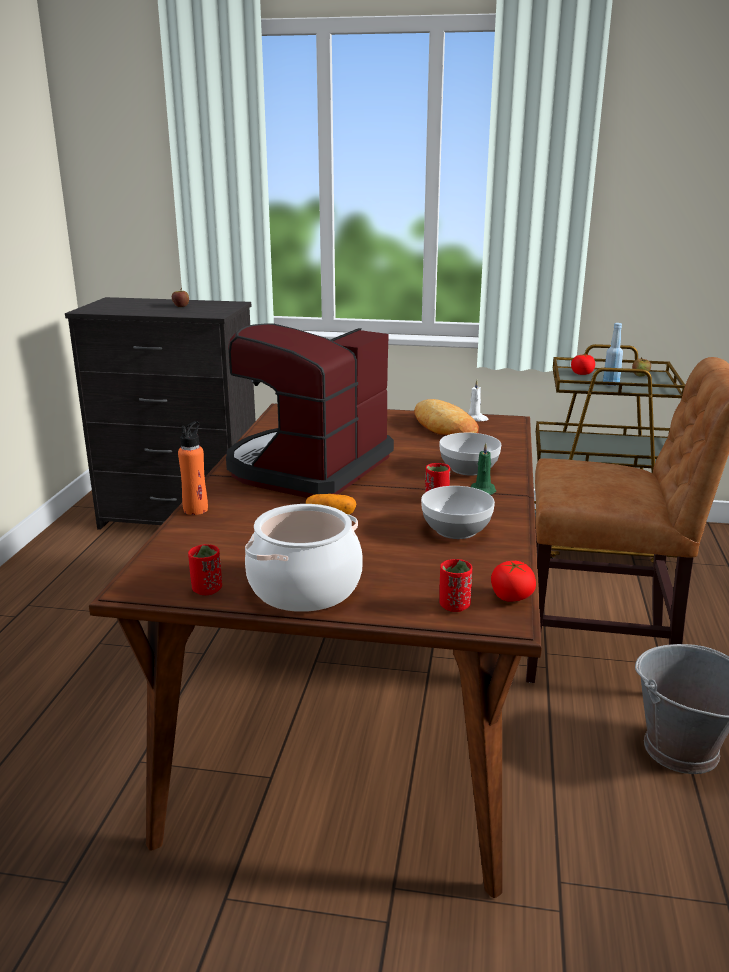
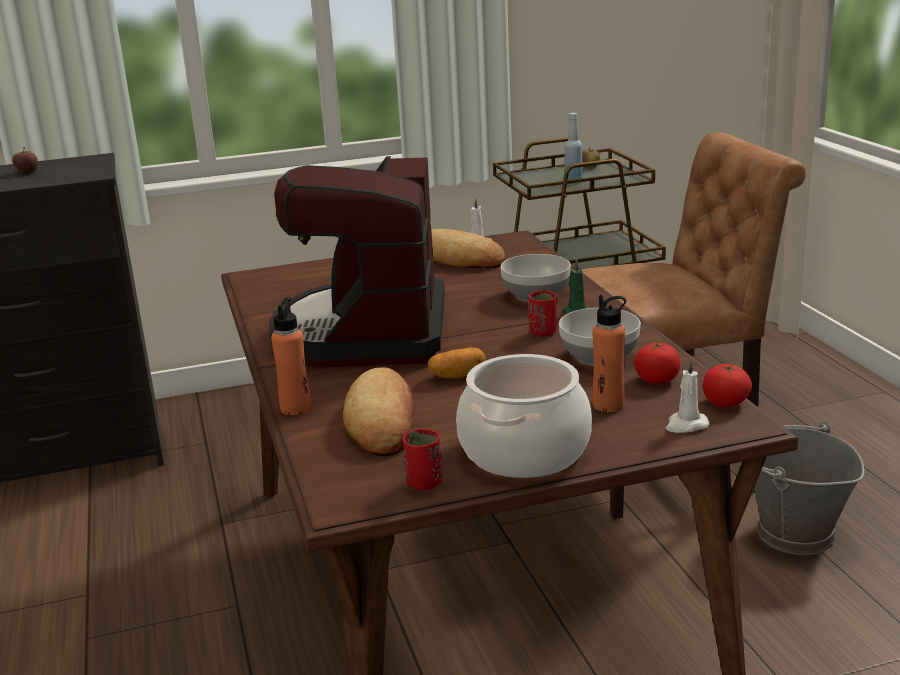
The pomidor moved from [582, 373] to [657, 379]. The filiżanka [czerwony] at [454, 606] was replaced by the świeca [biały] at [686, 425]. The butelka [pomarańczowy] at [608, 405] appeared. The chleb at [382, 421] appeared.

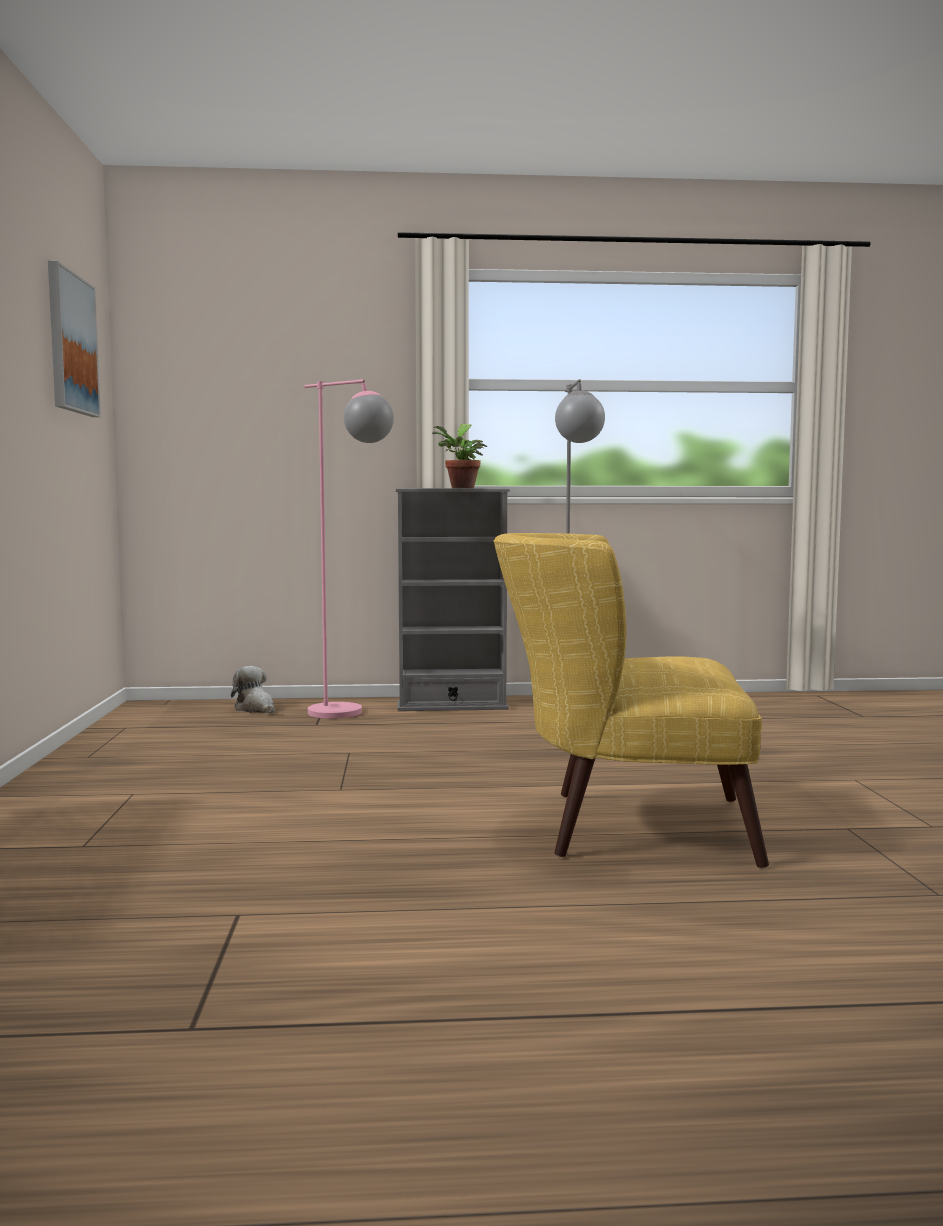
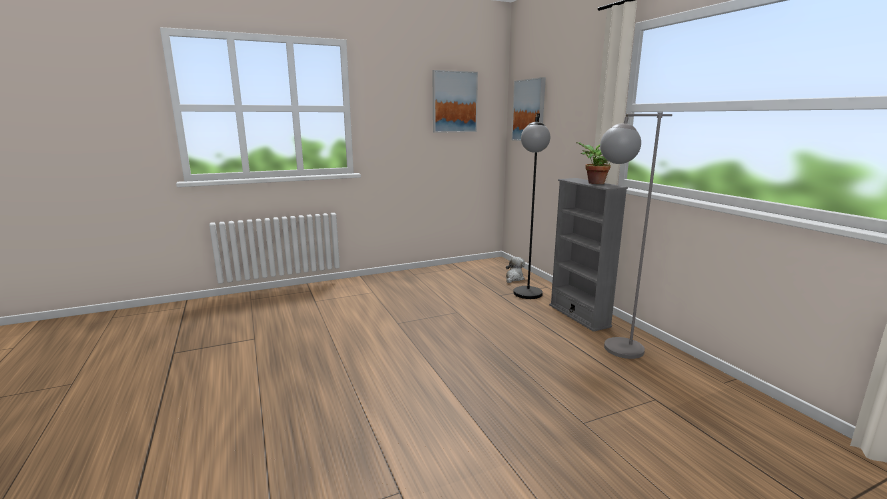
The lampa stojąca [różowy] at [350, 715] became the lampa stojąca [czarny] at [527, 297]. The fotel [żółty] at [622, 825] disappeared. The obraz at [529, 110] appeared.

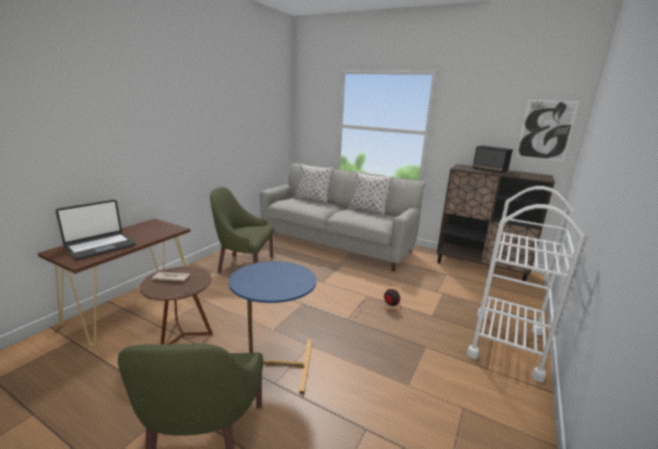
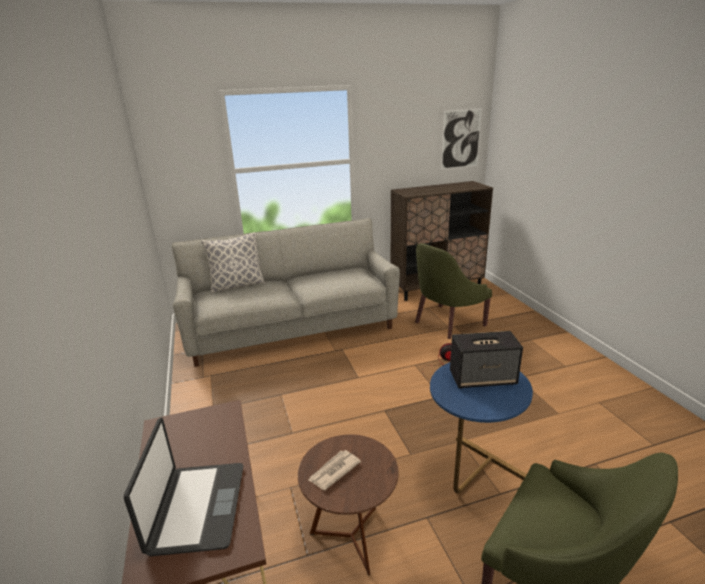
The głośnik moved from [490, 170] to [483, 378]. The poduszka at [368, 210] disappeared. The wózek [biały] at [506, 343] disappeared. The fotel [zielony] moved from [244, 265] to [446, 323].

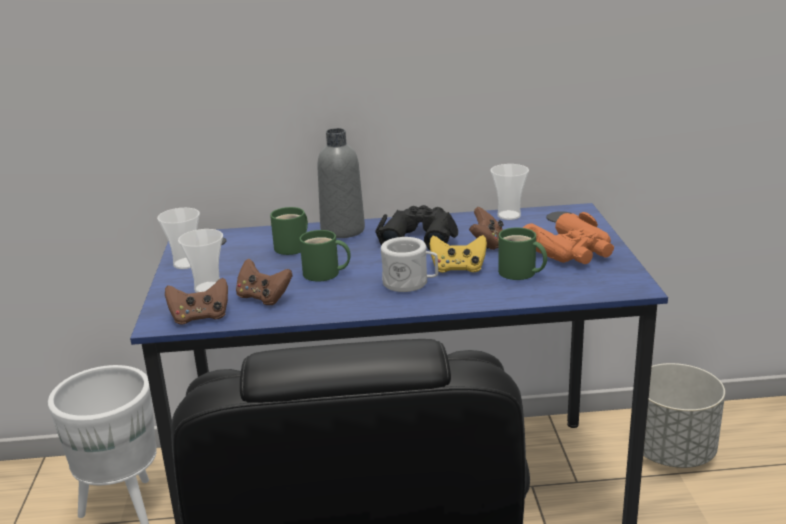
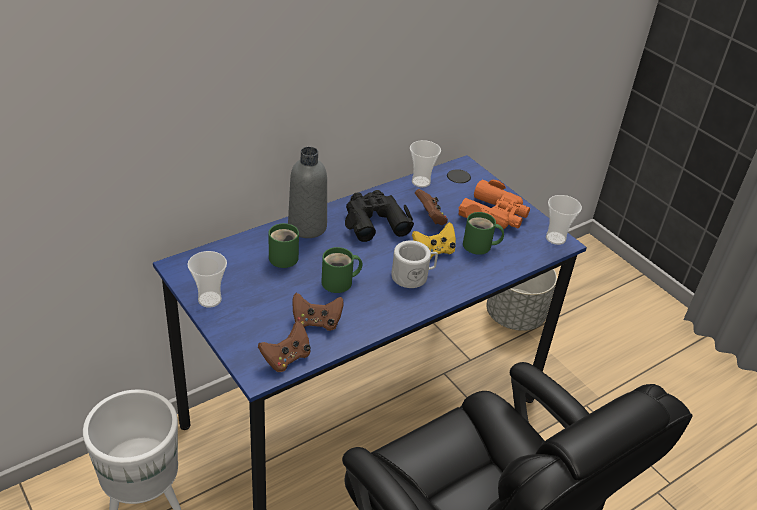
The filiżanka moved from [208, 288] to [555, 238].

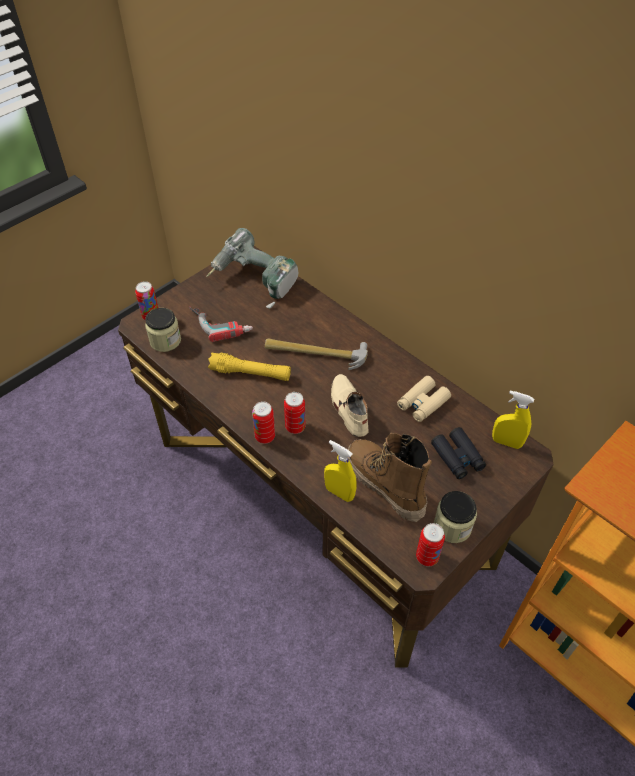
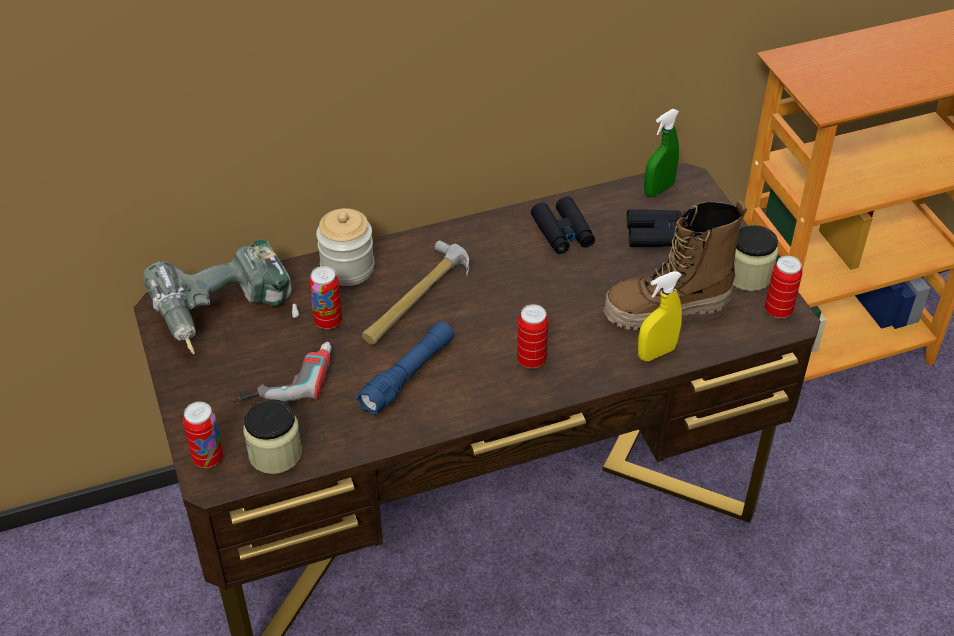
The latarka [żółty] at [250, 373] became the latarka [niebieski] at [408, 375]. The but [beżowy] at [348, 409] disappeared. The lornetka [beżowy] at [422, 403] became the lornetka [czarny] at [563, 232]. The spryskiwacz [żółty] at [506, 442] became the spryskiwacz [zielony] at [658, 189]. The puszka moved from [265, 436] to [328, 321]. The słoik at [347, 268] appeared.

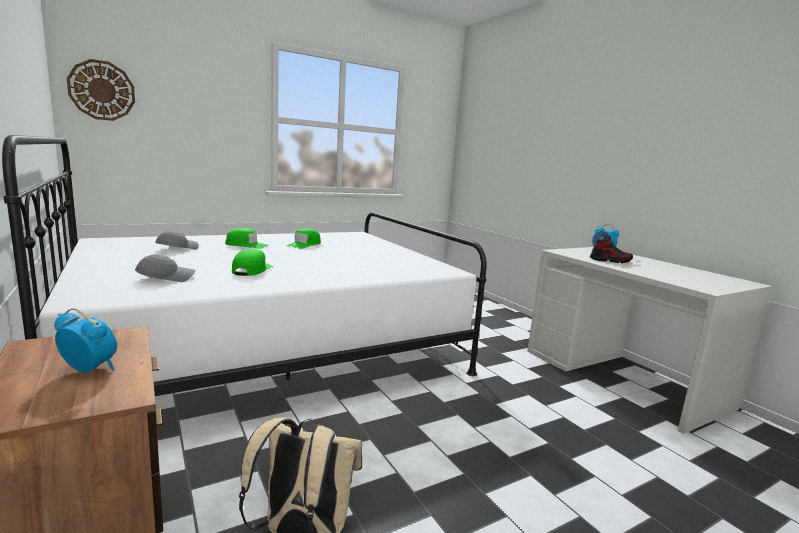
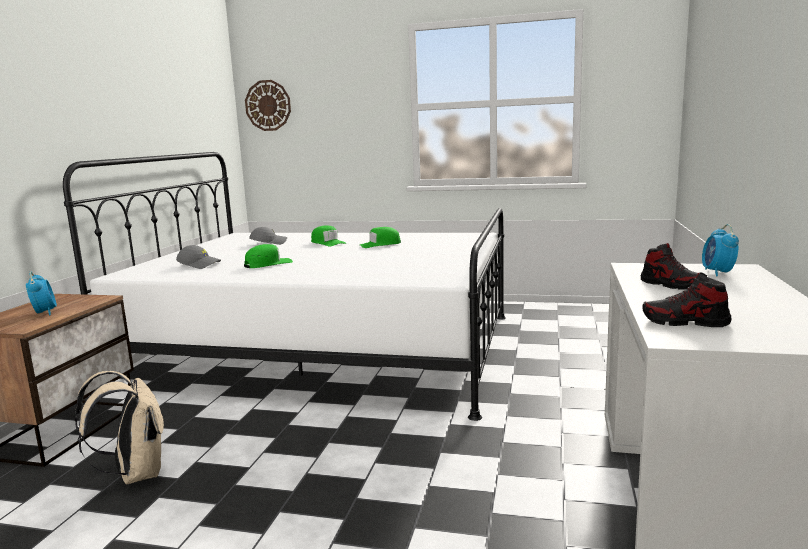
The but at [685, 322] appeared.

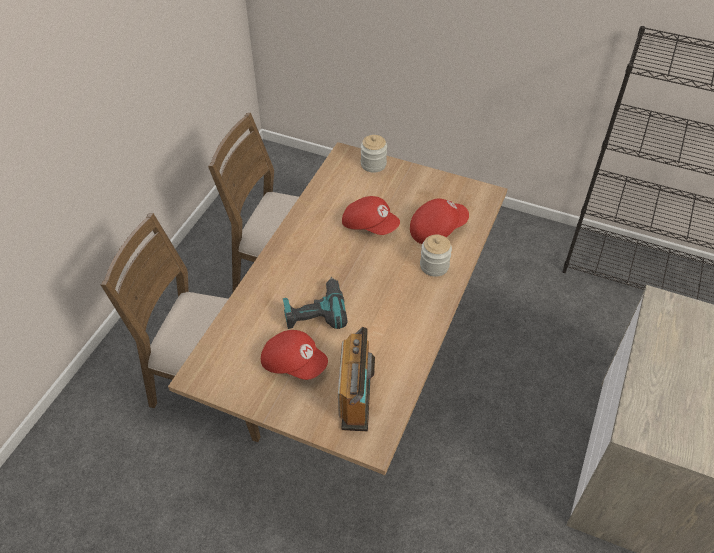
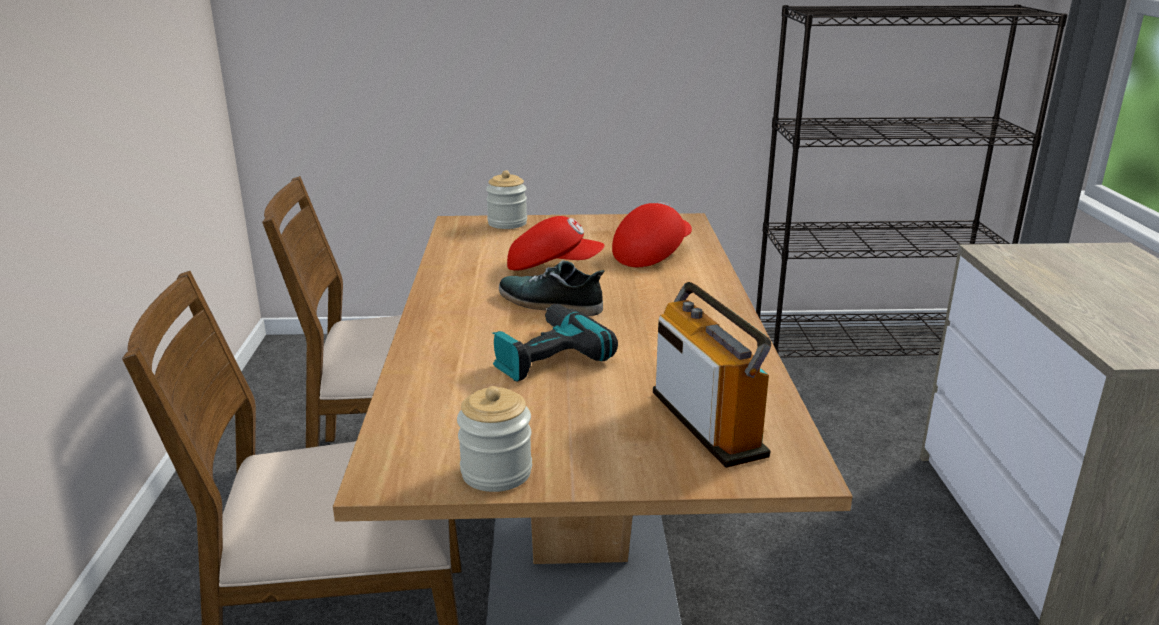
The słoik moved from [434, 266] to [496, 472]. The czapka z daszkiem [czerwony] at [294, 363] disappeared. The but at [549, 303] appeared.

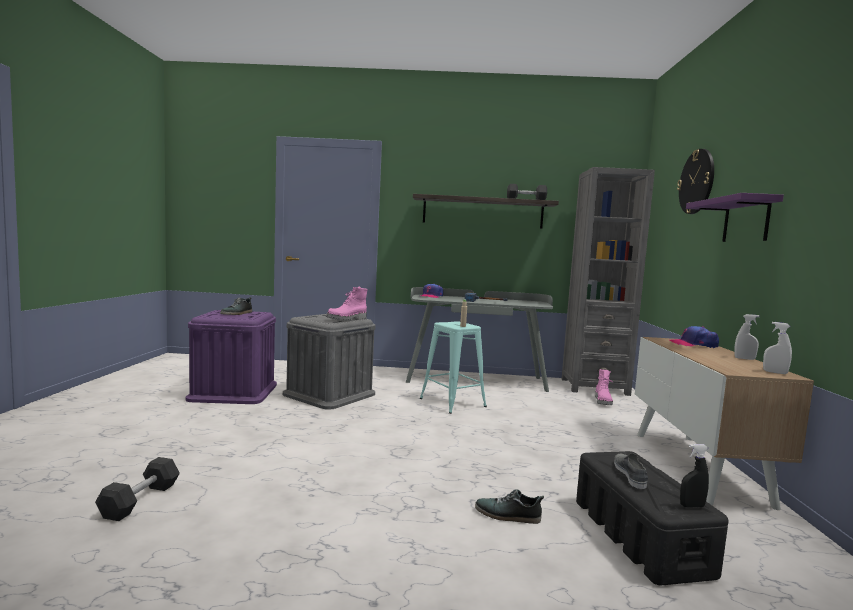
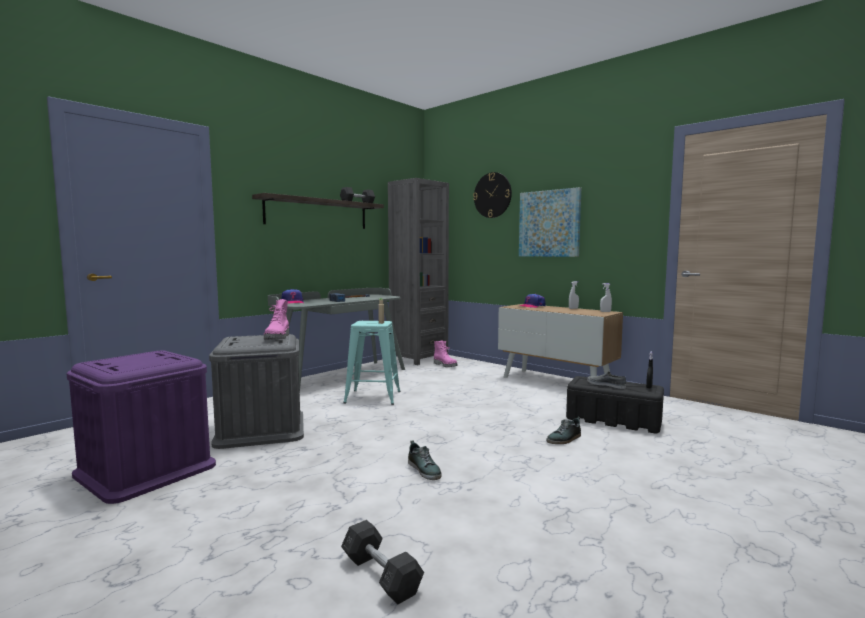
The półka [fioletowy] at [746, 220] was replaced by the obraz at [549, 223]. The but moved from [237, 313] to [424, 470].

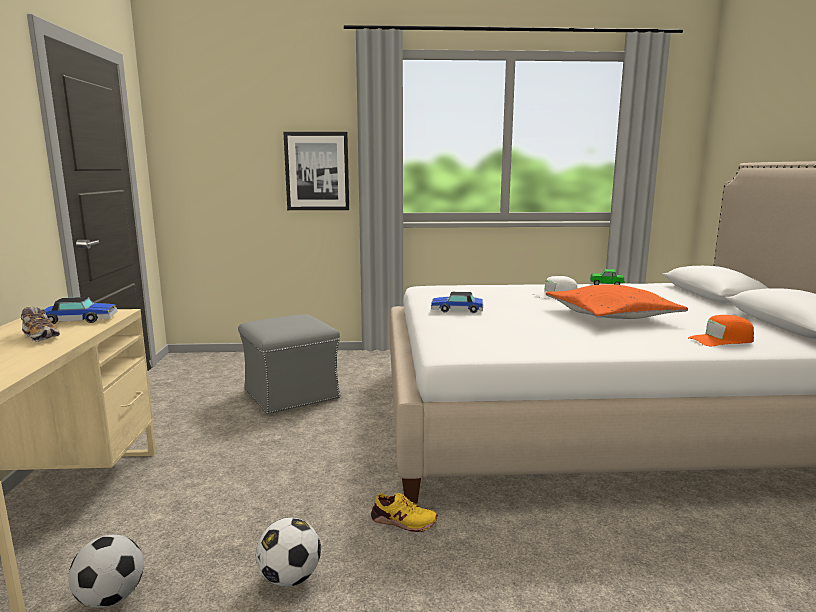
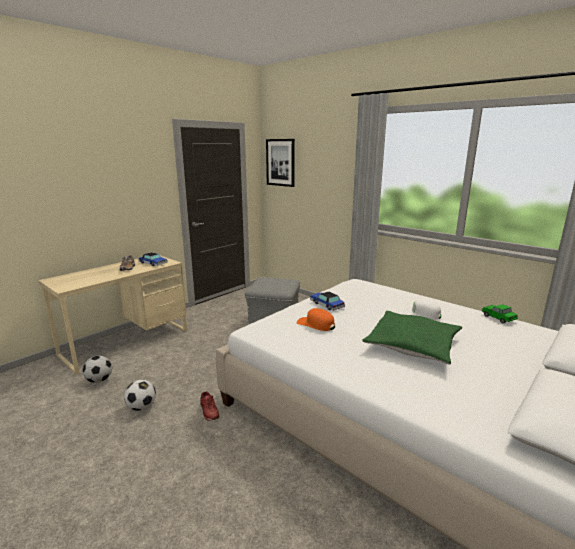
The obraz moved from [317, 171] to [280, 162]. The poduszka [pomarańczowy] at [611, 315] became the poduszka [zielony] at [412, 345]. The czapka z daszkiem [pomarańczowy] moved from [721, 340] to [316, 324]. The but [żółty] at [403, 521] became the but [czerwony] at [209, 411].

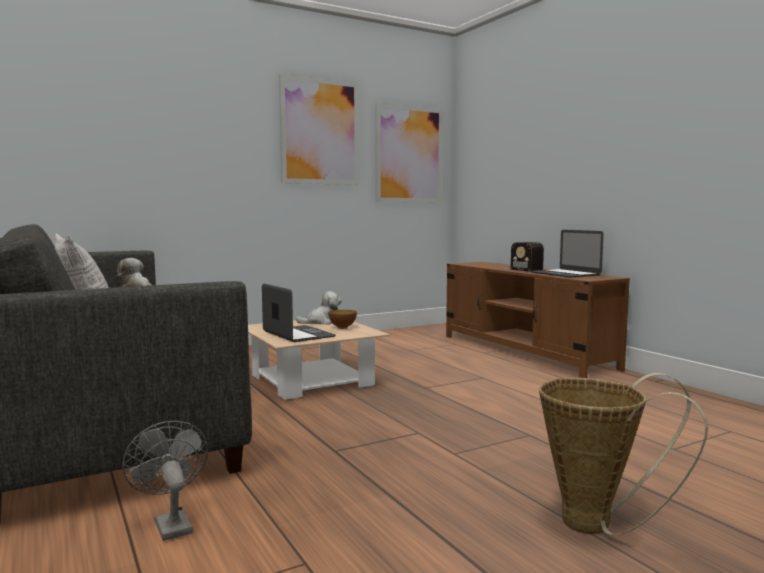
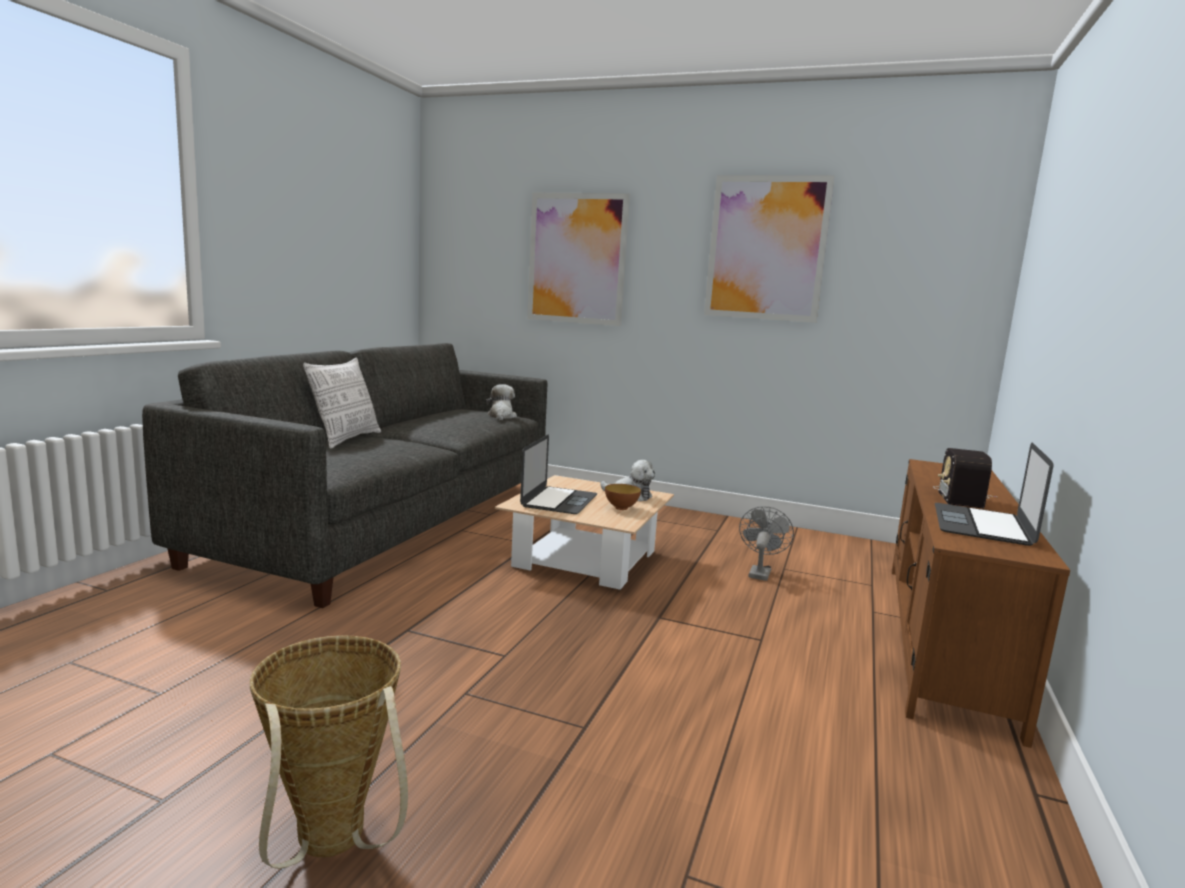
The obraz moved from [408, 154] to [577, 259]. The wentylator [szary] moved from [170, 523] to [760, 572].

